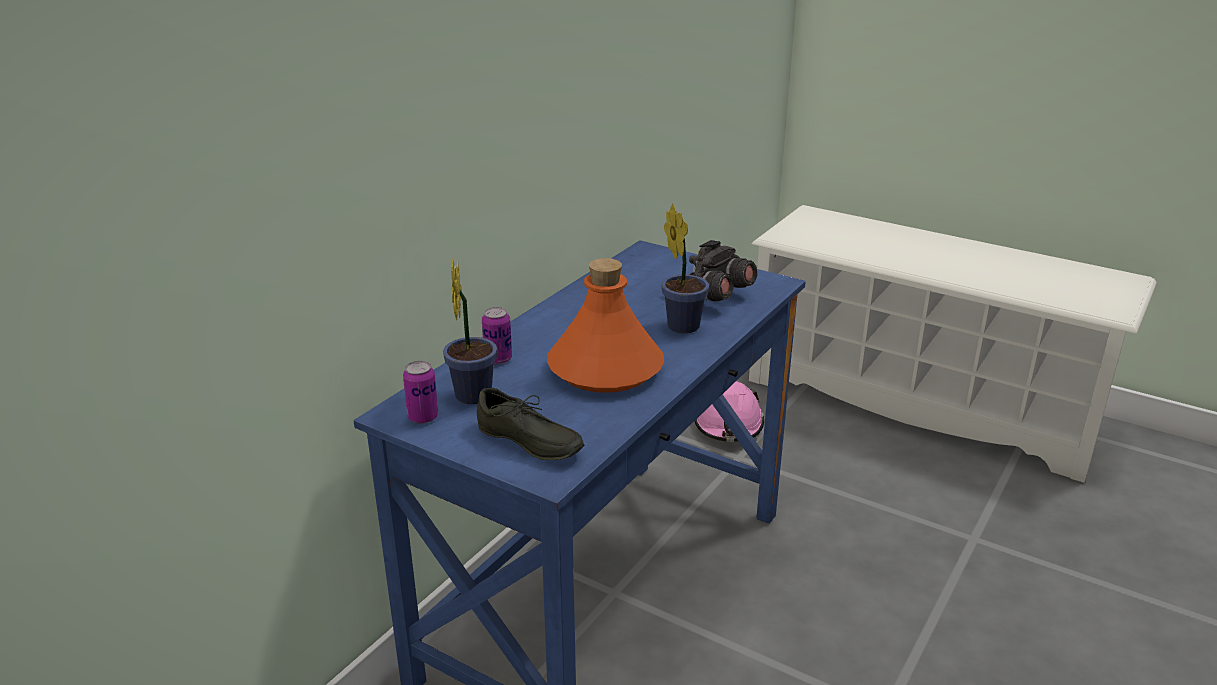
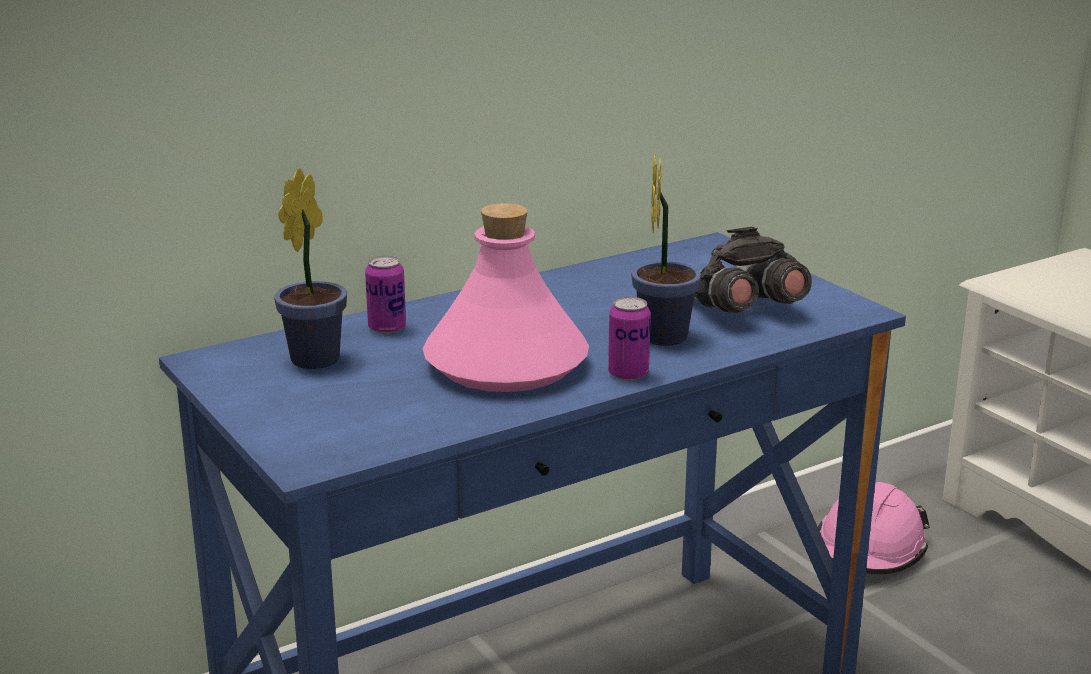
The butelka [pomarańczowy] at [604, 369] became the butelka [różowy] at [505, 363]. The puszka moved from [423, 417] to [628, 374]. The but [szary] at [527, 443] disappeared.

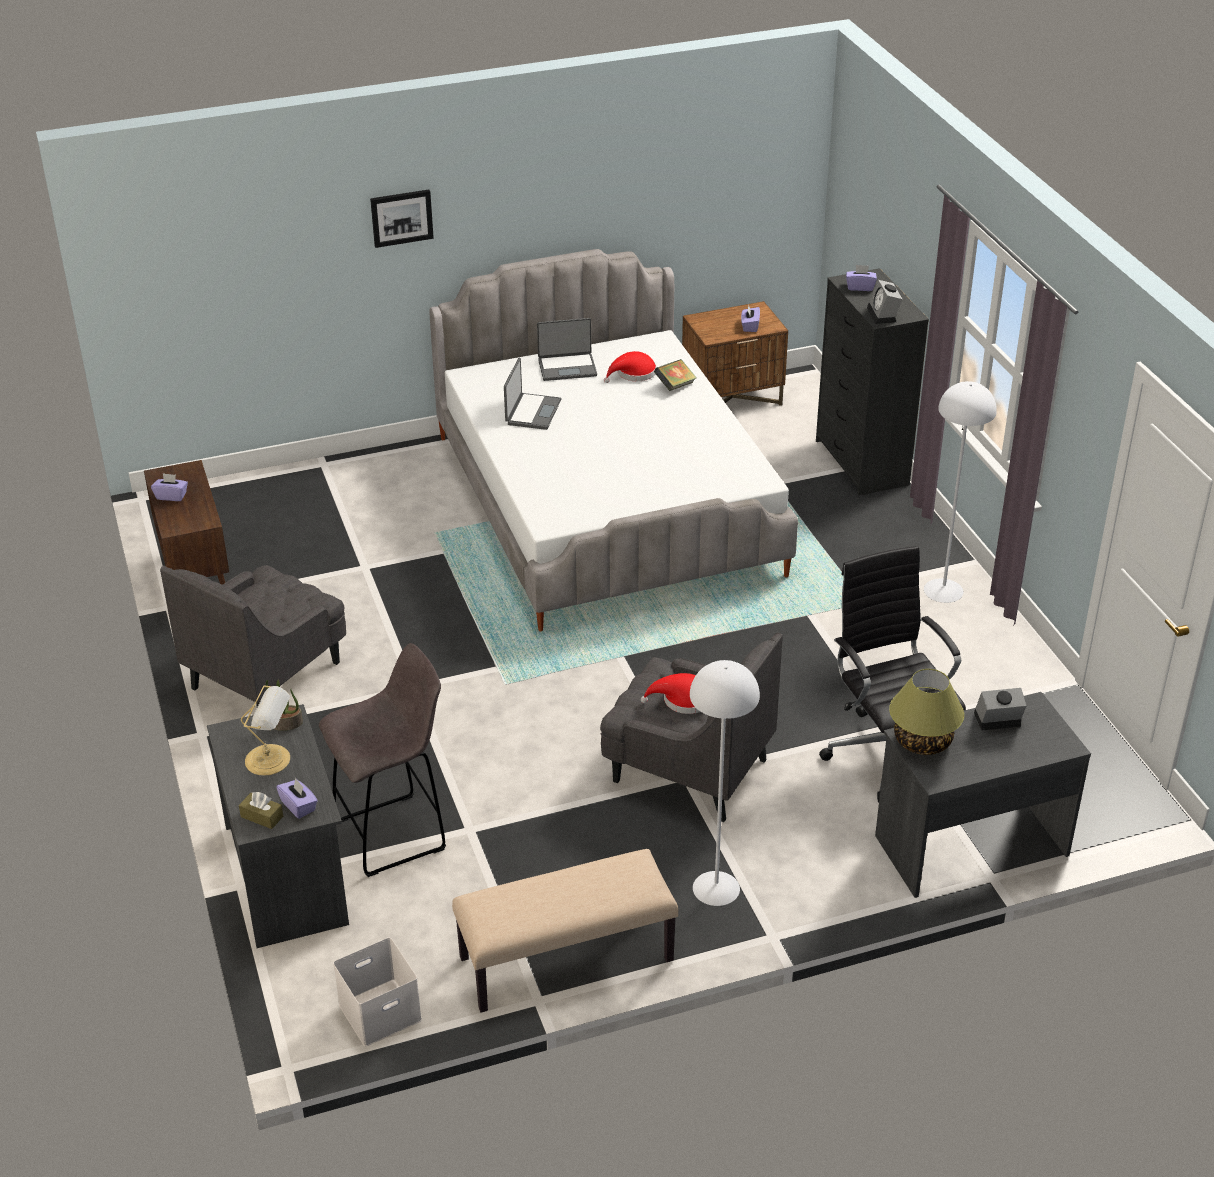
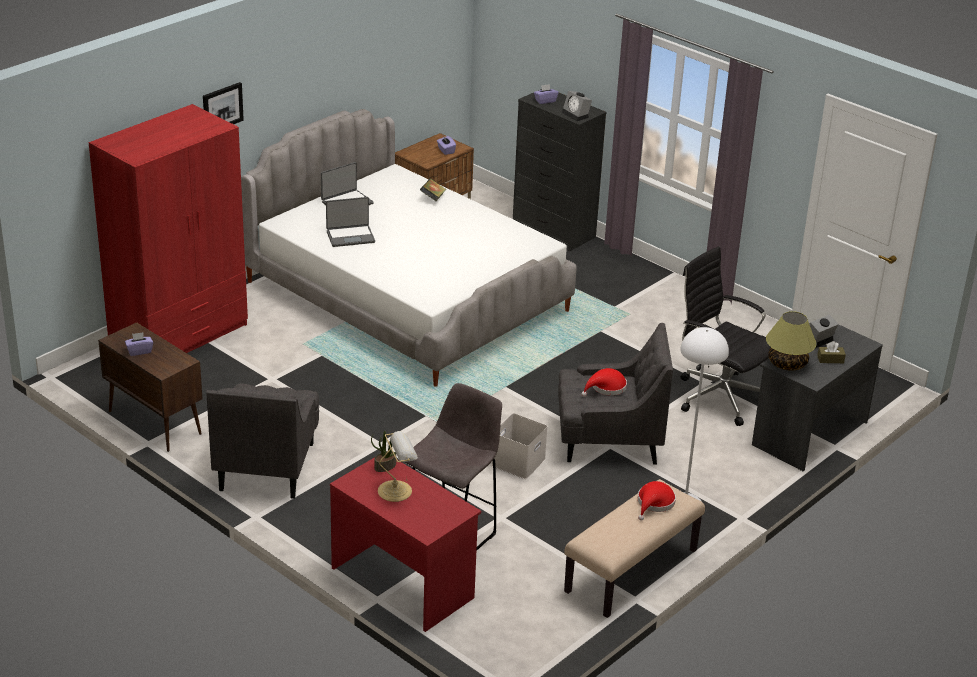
The kapelusz [czerwony] moved from [633, 374] to [654, 503]. The laptop at [532, 412] turned 90 degrees clockwise. The lampa stojąca [biały] at [943, 590] disappeared. The biurko [szary] at [288, 873] became the biurko [czerwony] at [403, 582]. The pudełko chusteczek [fioletowy] at [299, 806] disappeared. The pudełko chusteczek [brązowy] moved from [262, 816] to [830, 359]. The pojemnik do przechowywania [biały] moved from [380, 1010] to [518, 461]. The szafa [czerwony] at [180, 335] appeared.

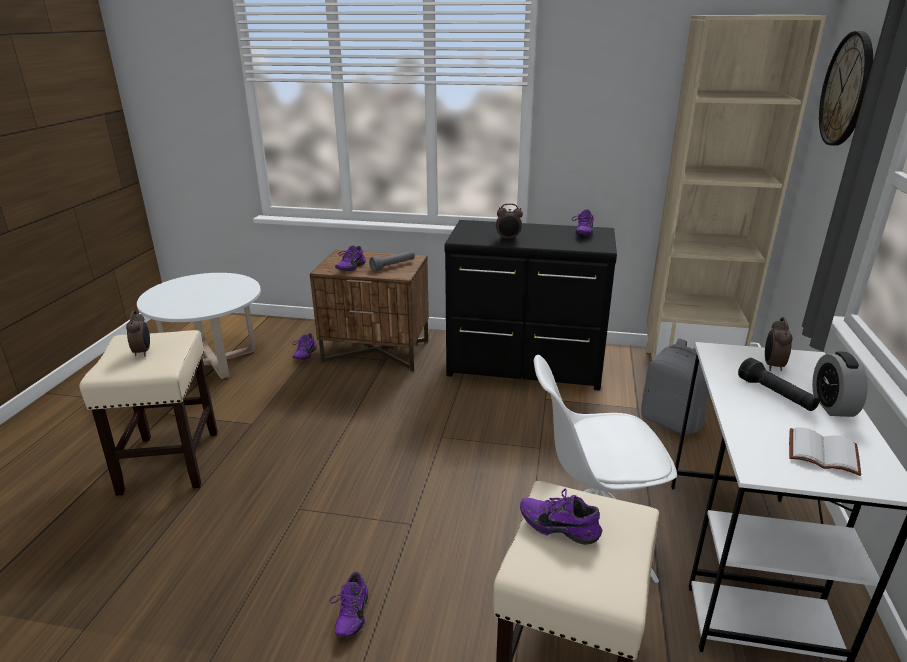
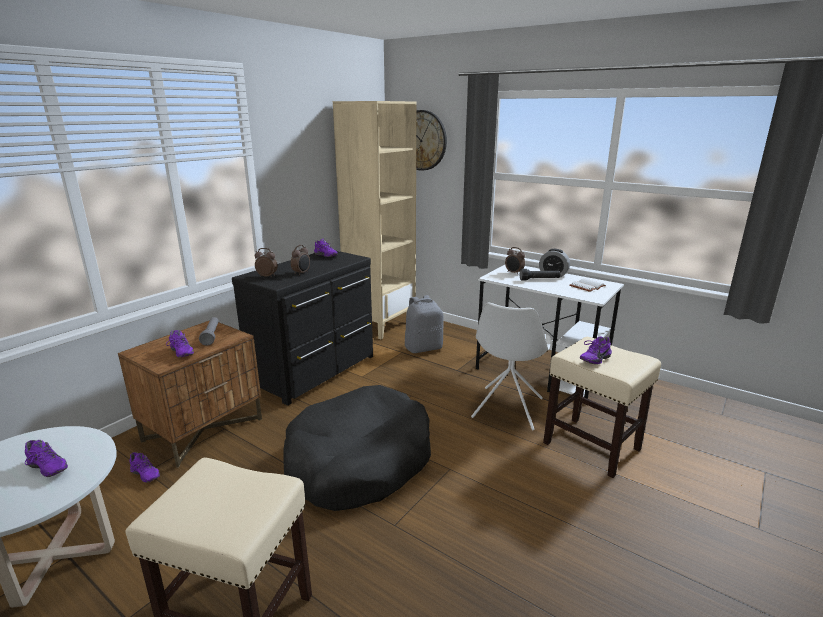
The budzik moved from [143, 352] to [267, 276]. The but [fioletowy] moved from [350, 614] to [46, 470]. The legowisko [czarny] at [358, 462] appeared.

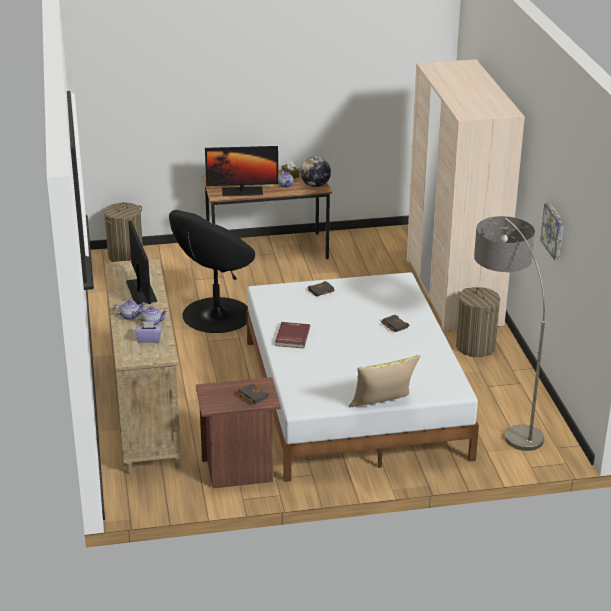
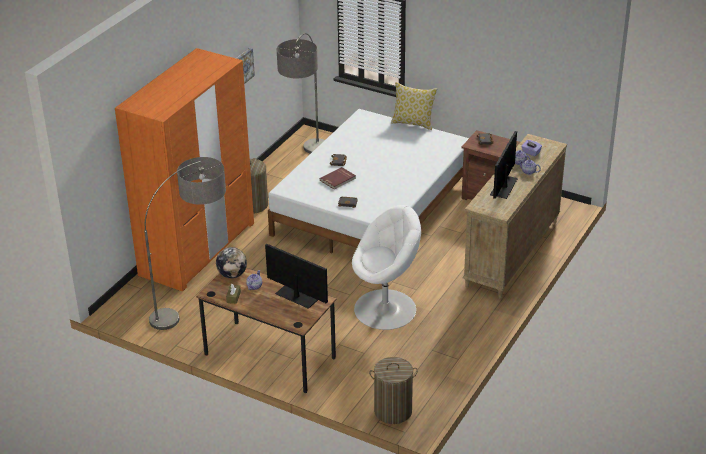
The szafa [beżowy] at [453, 291] became the szafa [pomarańczowy] at [197, 249]. The fotel [czarny] at [215, 315] became the fotel [biały] at [386, 309]. The książka [czerwony] moved from [291, 336] to [338, 179]. The lampa stojąca at [197, 308] appeared.

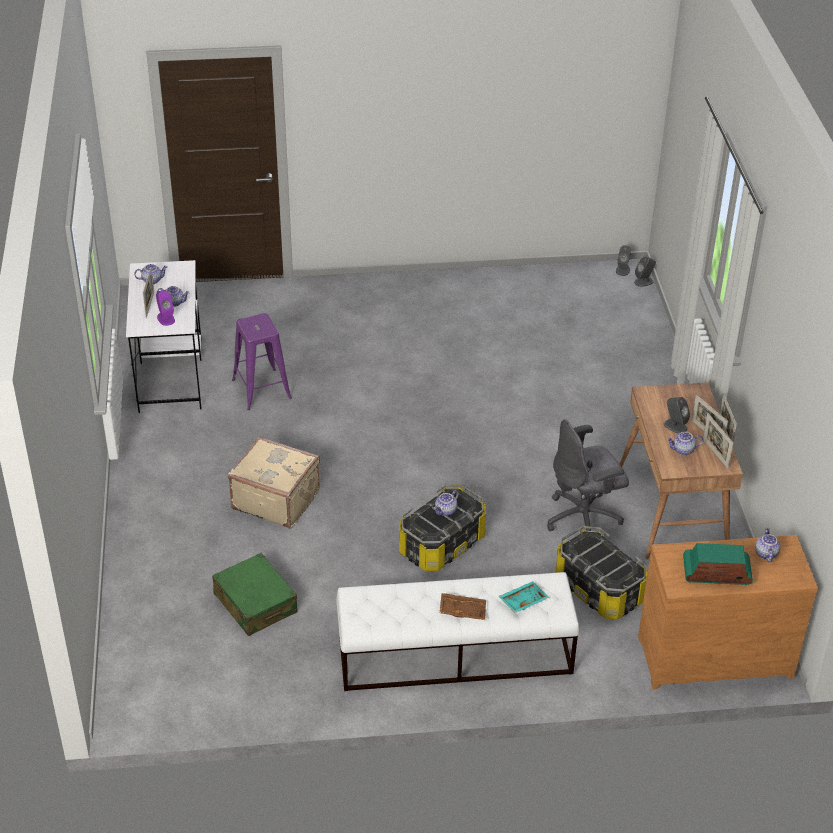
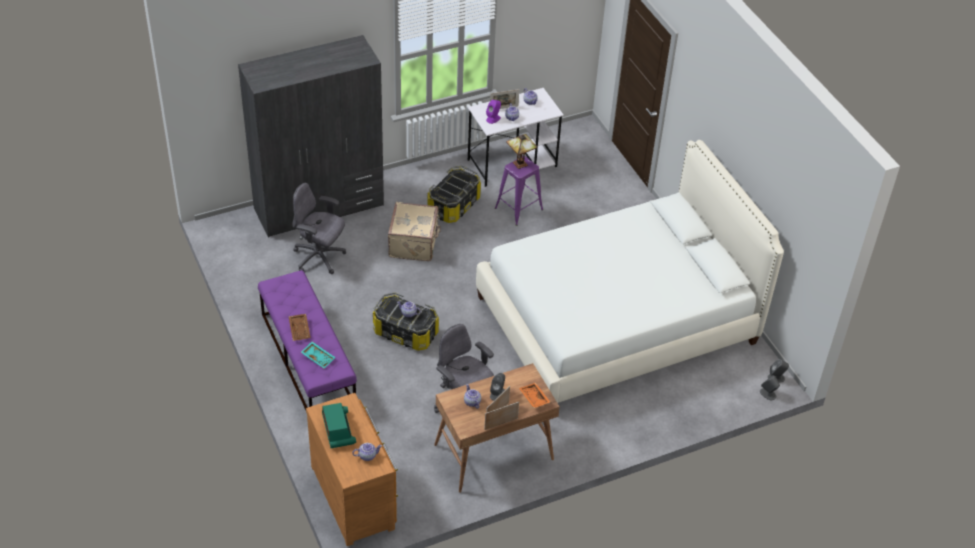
The ramka na zdjęcie at [715, 453] disappeared. The pojemnik do przechowywania moved from [598, 589] to [453, 205]. The walizka [zielony] at [255, 603] was replaced by the krzesło biurowe [szary] at [319, 258]. The ławka [biały] at [454, 655] became the ławka [fioletowy] at [307, 360]. The szafa [szary] at [319, 207] appeared. The lampa stołowa at [521, 164] appeared. The łóżko [biały] at [617, 319] appeared. The taca [pomarańczowy] at [533, 398] appeared.

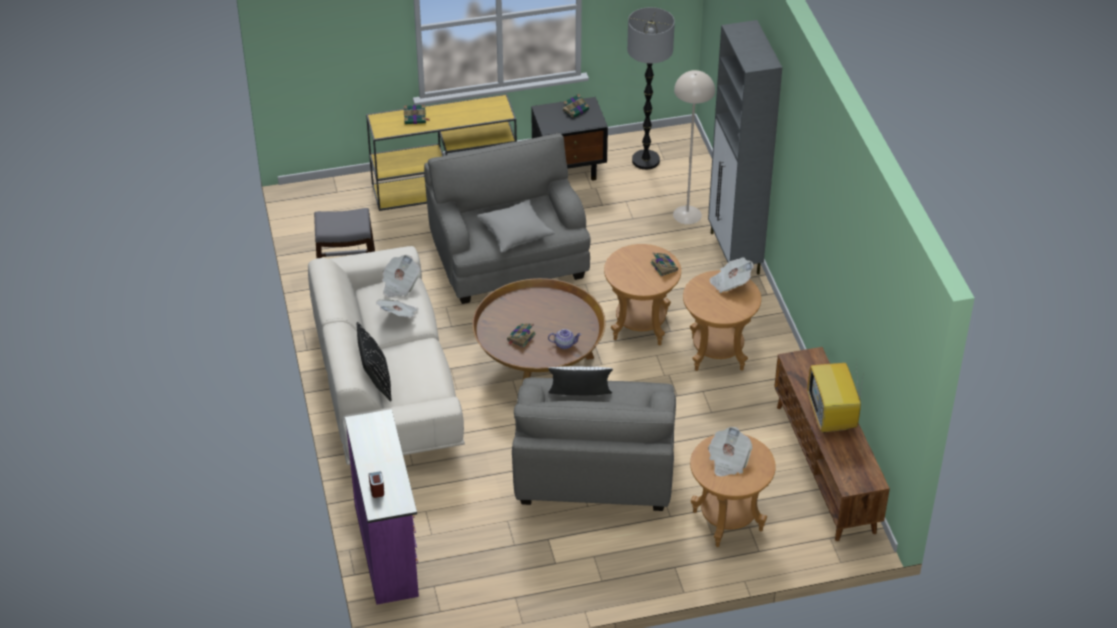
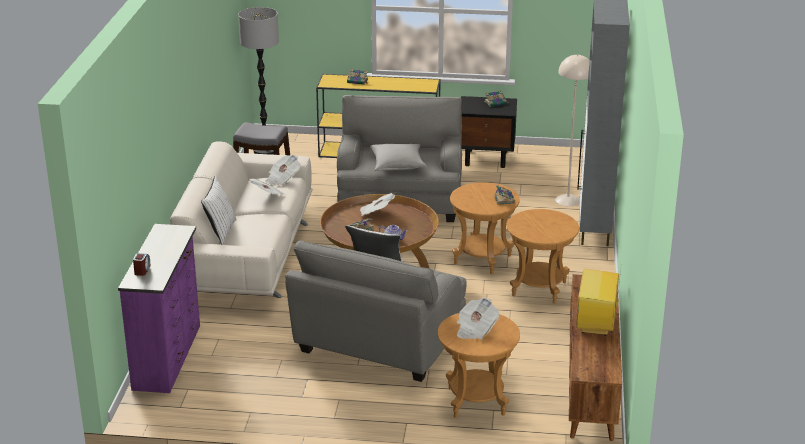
The lampa stojąca moved from [645, 160] to [265, 151]. The gazeta moved from [730, 283] to [376, 213]. The poduszka [czarny] at [376, 381] became the poduszka [biały] at [220, 232].

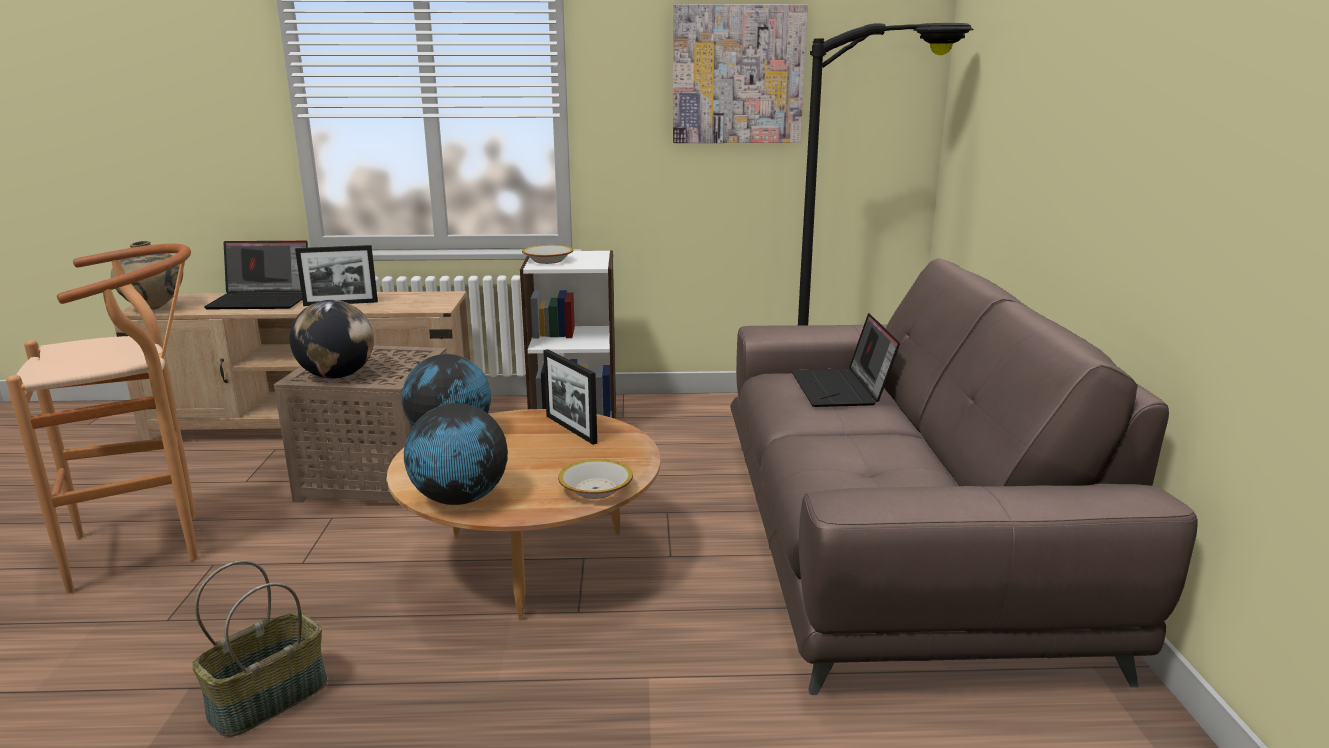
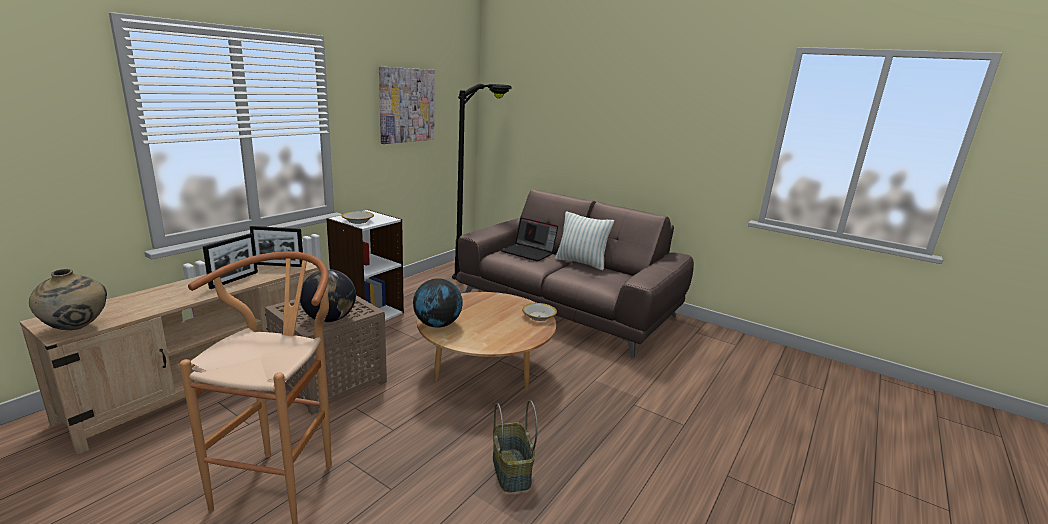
The laptop at [263, 300] disappeared. The ramka na zdjęcie moved from [571, 429] to [279, 265]. The globus at [459, 499] disappeared. The poduszka at [581, 263] appeared.

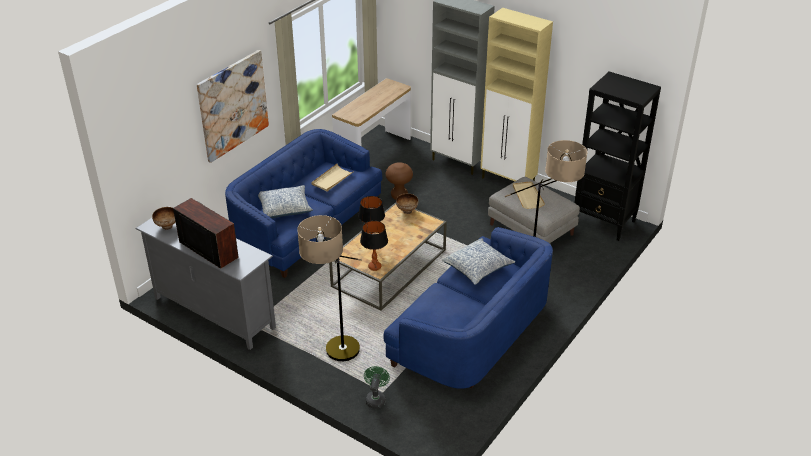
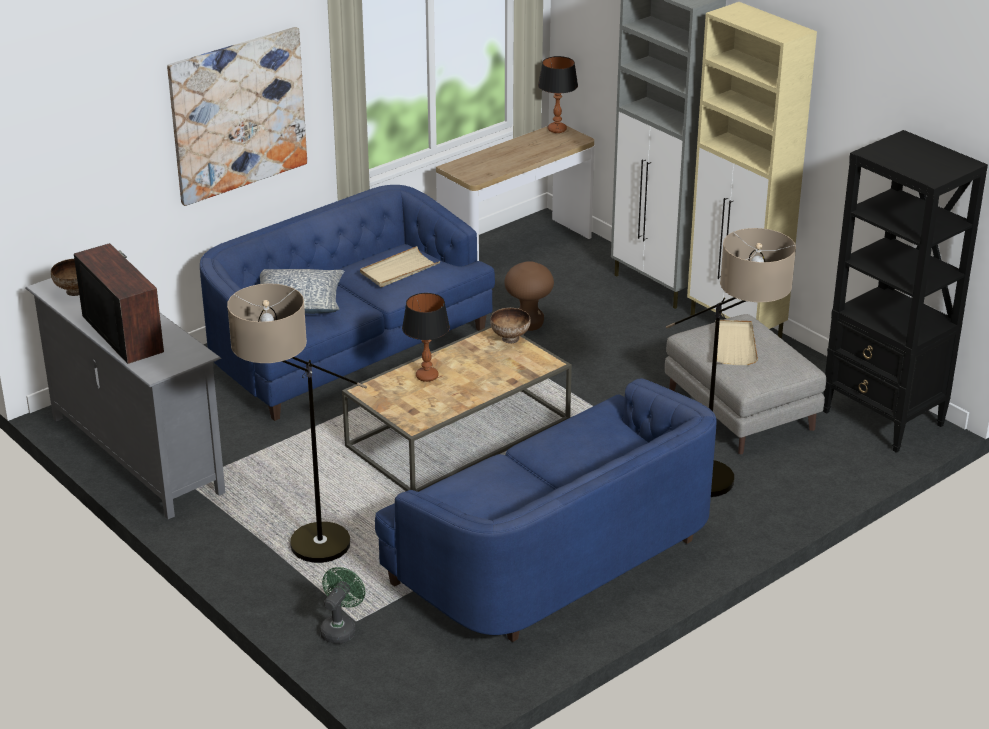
The lampa stołowa moved from [374, 267] to [557, 129]. The poduszka at [477, 268] disappeared.

